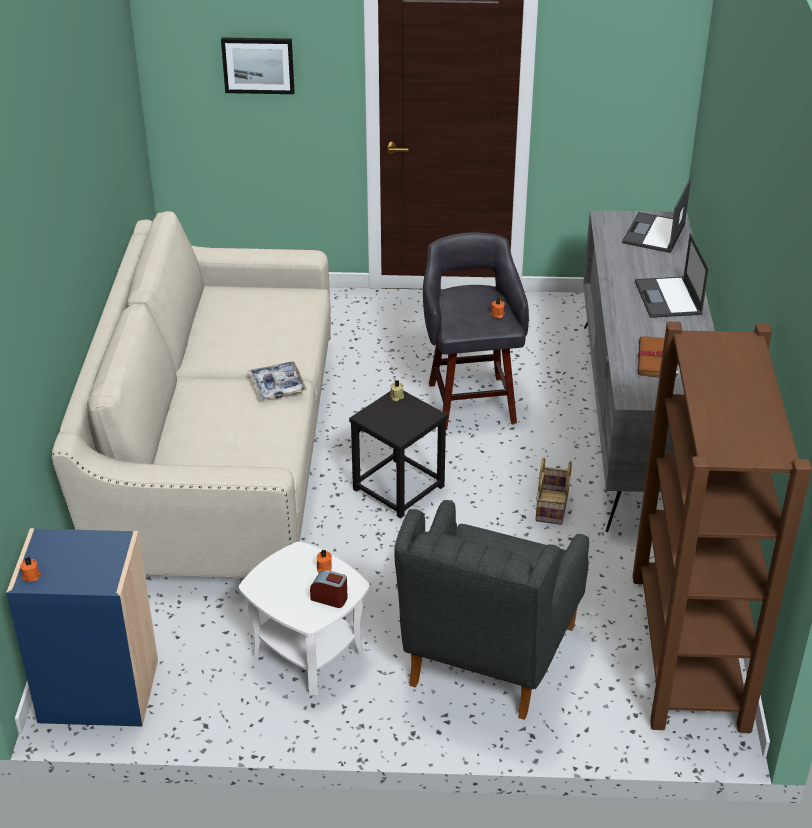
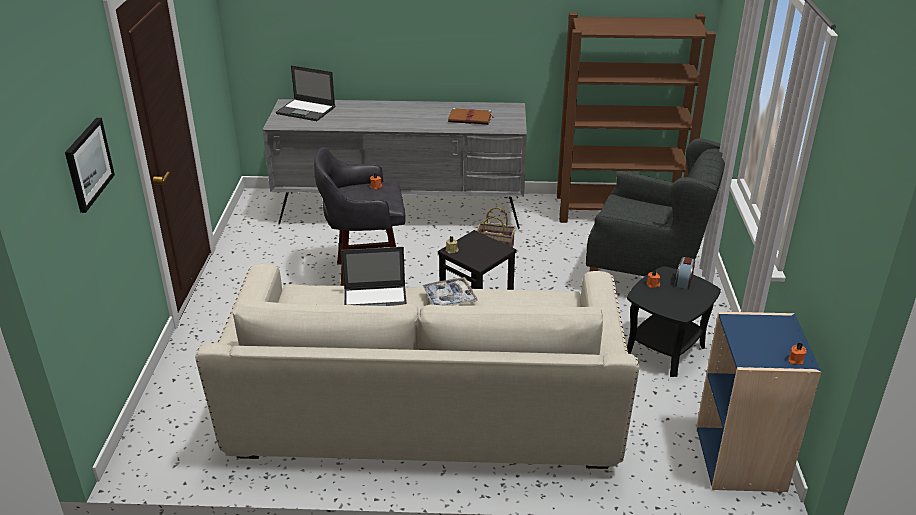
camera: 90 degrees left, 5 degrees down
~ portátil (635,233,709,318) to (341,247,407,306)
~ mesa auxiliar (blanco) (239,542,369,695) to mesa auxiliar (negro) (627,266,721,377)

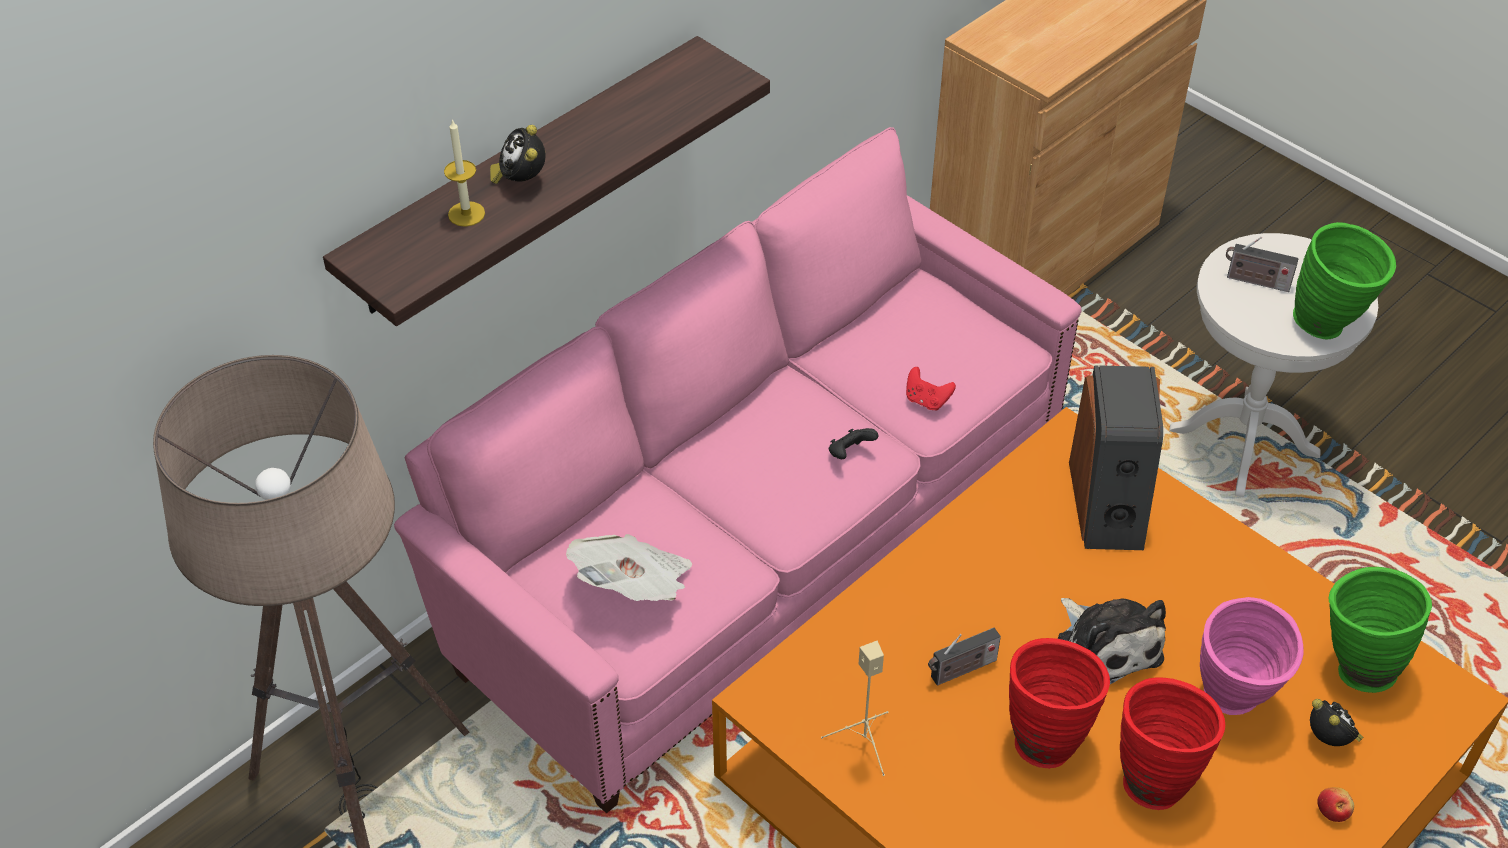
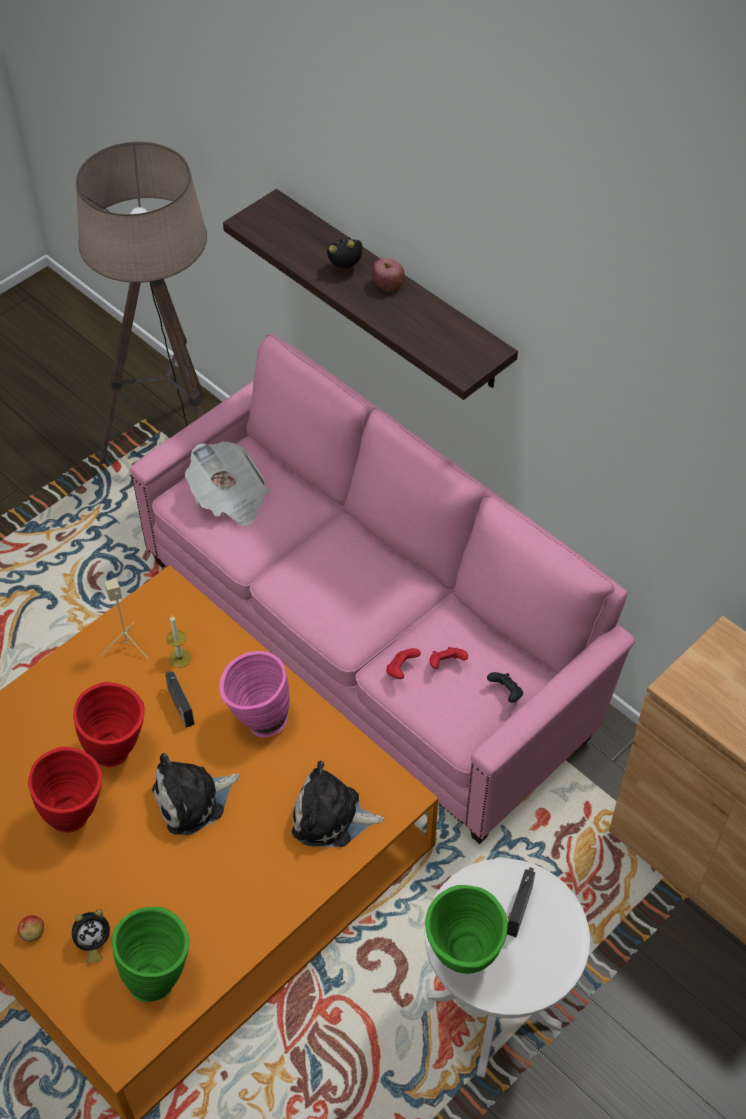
camera: 90 degrees right, 5 degrees up
~ vela (444,119,485,227) to (166,616,191,668)
~ altavoz (1069,365,1163,550) to peluche (292,761,384,847)
~ mando de consola (negro) (829,428,878,459) to (487,672,523,703)
~ florero (rosa) (1200,597,1303,715) to (219,651,290,738)
+ manzana (372,258,405,291)
+ mando de consola (rojo) (430,647,468,669)

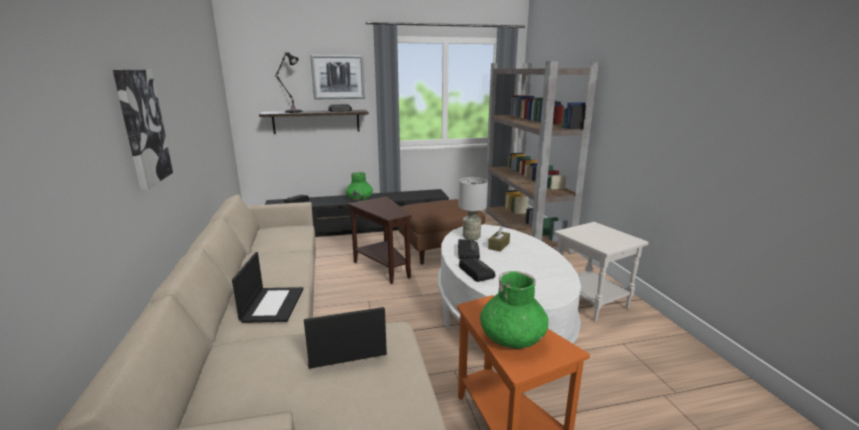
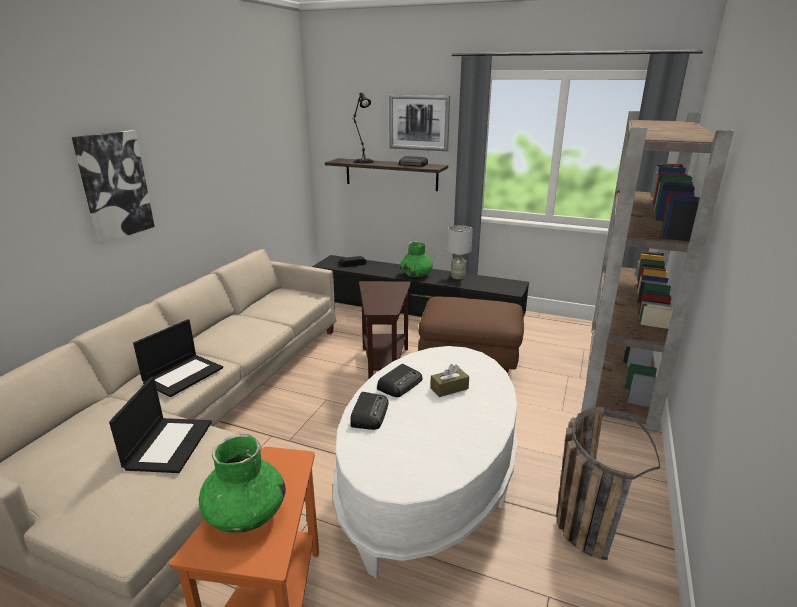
camera: 35 degrees right, 5 degrees up
~ lámpara de mesa (gris) (459,177,488,241) to (447,225,473,279)
~ mesa auxiliar (blanco) (554,222,649,322) to cesta (556,407,660,560)
~ portátil (304,307,387,369) = (109,377,212,473) 75 degrees clockwise

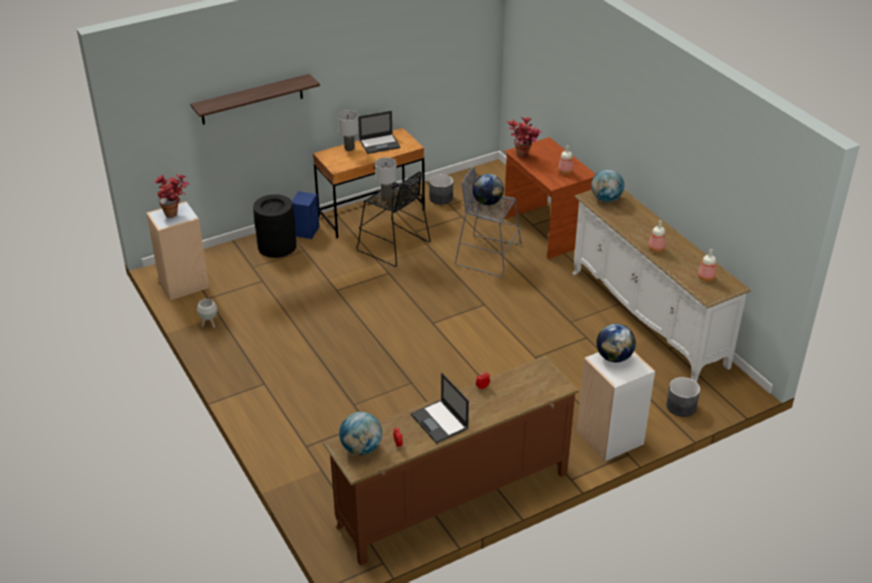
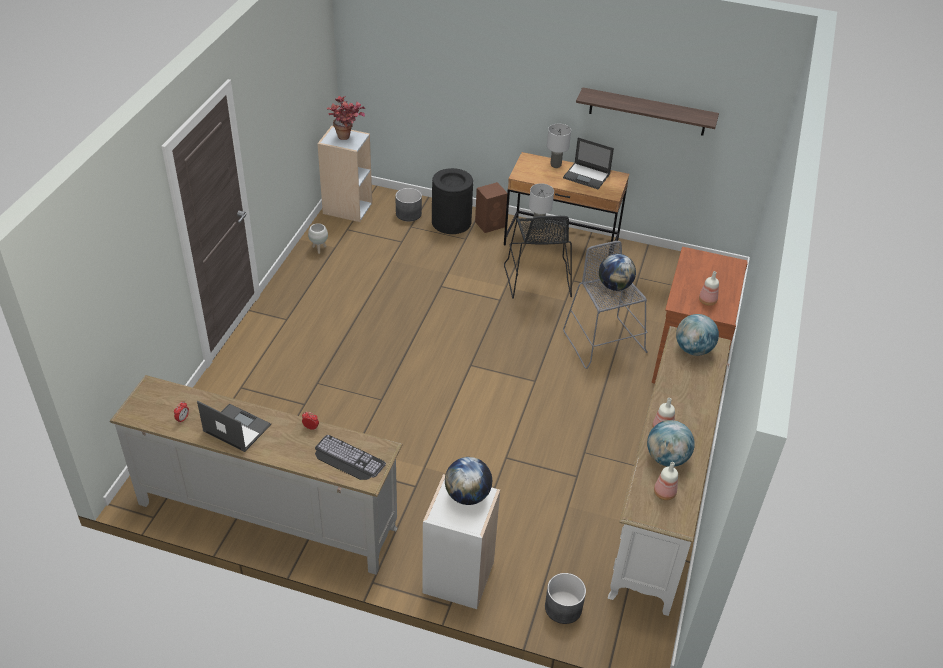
camera: 45 degrees right, 5 degrees up
~ estante (190,74,320,125) to (576,87,719,136)
- planta en maceta (507,117,543,157)
~ maceta (gris) (429,174,453,205) to (395,188,422,221)
~ altavoz (azul) (292,191,319,239) to altavoz (marrón) (475,182,507,233)
~ armario (marrón) (323,356,579,565) to armario (gris) (110,375,403,575)
~ portátil (411,373,469,444) = (197,401,271,452) 105 degrees clockwise
~ globo terráqueo (339,412,382,455) to (647,420,695,467)
+ teclado (315,435,386,480)

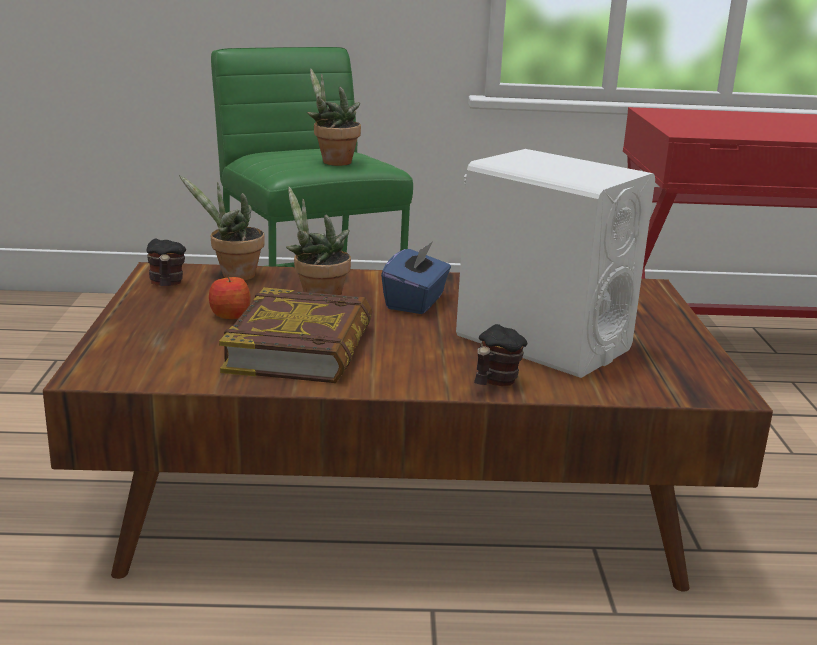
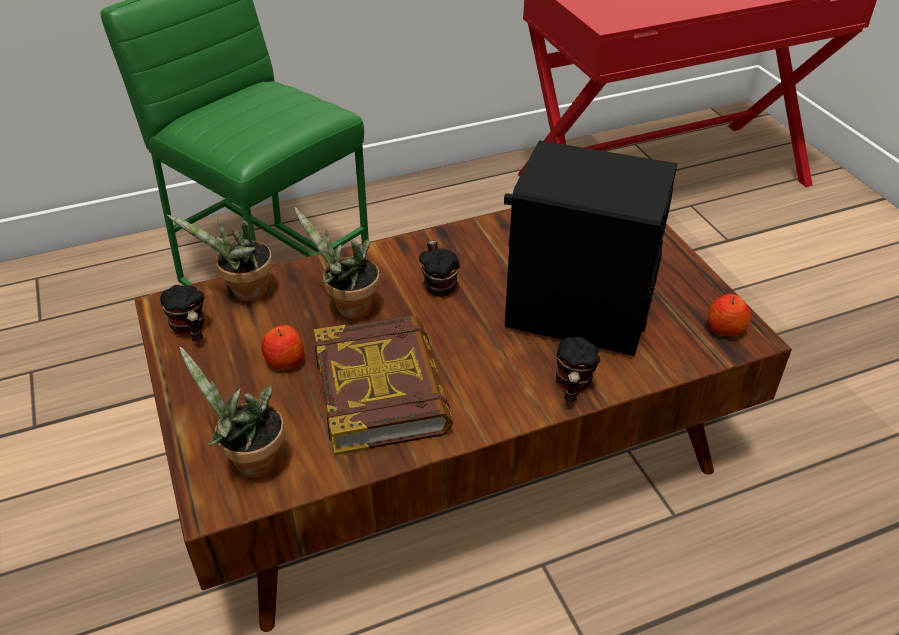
camera: 20 degrees left, 20 degrees up
~ planta en maceta (307,68,361,166) to (180,347,285,478)
~ altavoz (blanco) (456,149,655,378) to altavoz (negro) (504,140,677,356)
~ caja de pañuelos (azul) (381,241,451,314) to taza grande (419,241,459,297)
+ manzana (708,294,751,336)

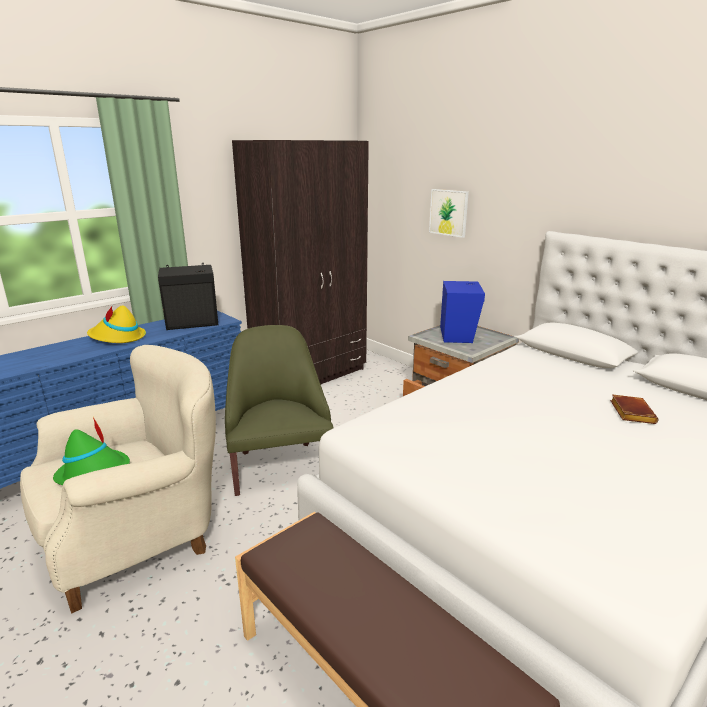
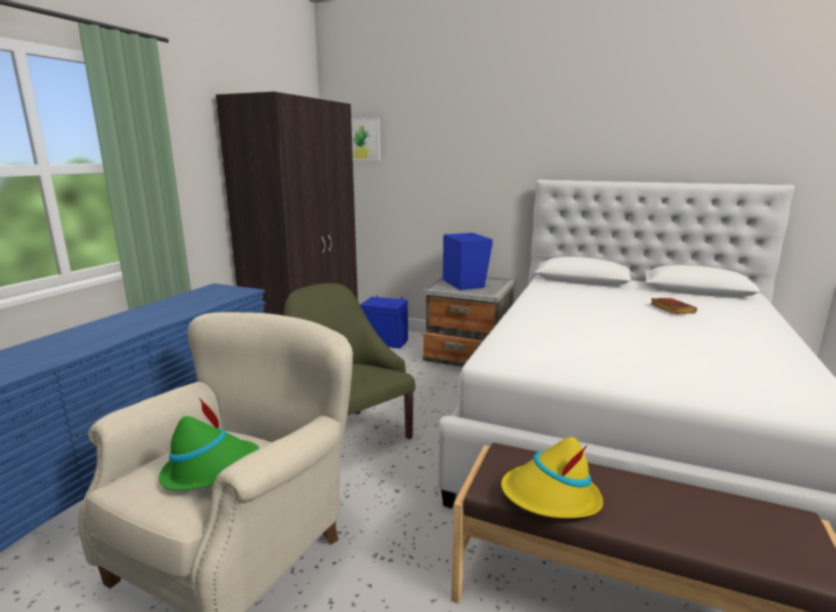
camera: 25 degrees left, 5 degrees down
~ cuadro (429,189,469,238) to (351,118,380,160)
- altavoz (negro) (158,263,218,330)
~ sombrero (amarillo) (87,305,146,343) to (501,437,603,518)
+ altavoz (azul) (360,295,408,349)

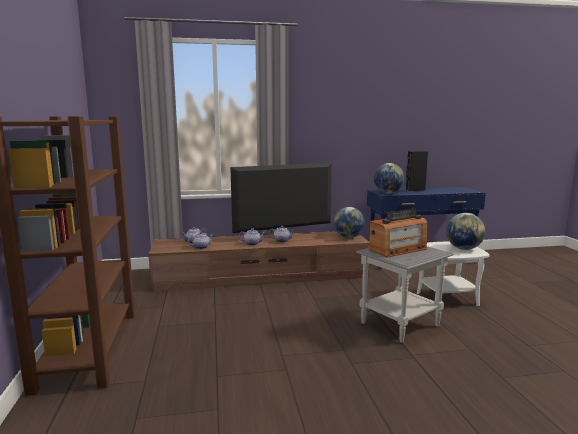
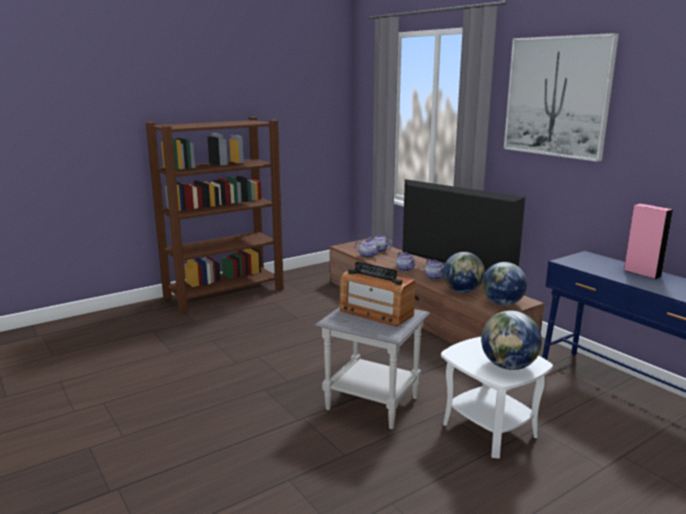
camera: 65 degrees right, 5 degrees up
~ altavoz (negro) (405,151,428,191) to altavoz (rosa) (623,204,673,279)
~ globo terráqueo (374,163,404,193) to (443,252,485,293)
+ cuadro (504,33,619,162)

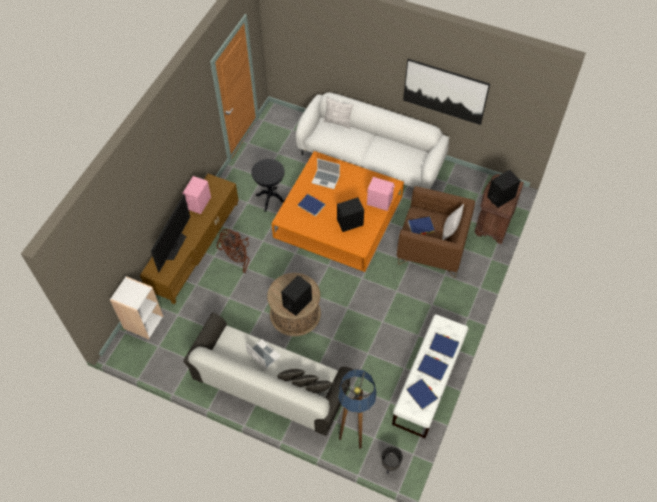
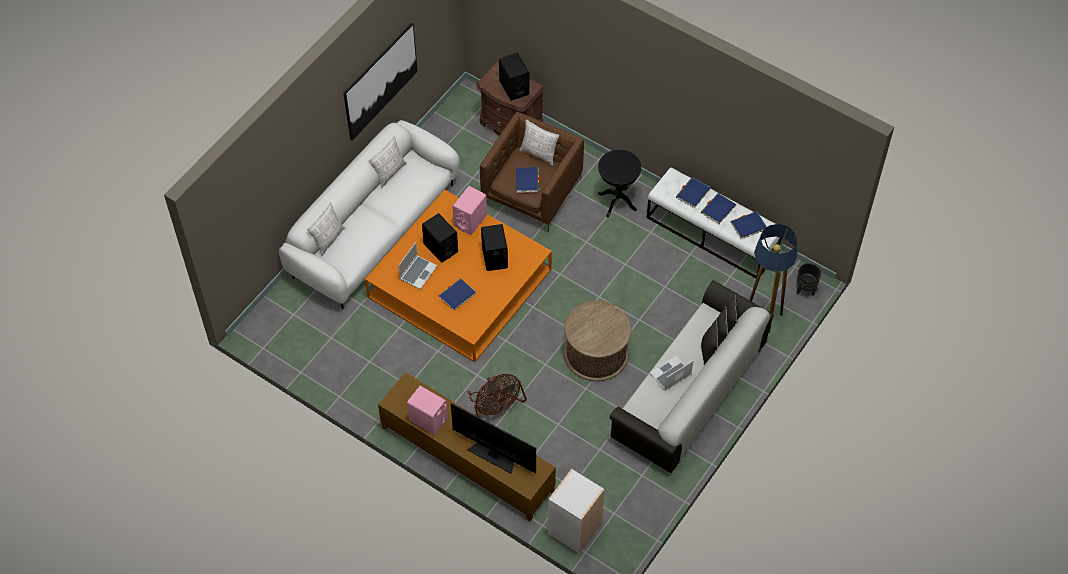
camera: 80 degrees left, 0 degrees up
~ mesa auxiliar (negro) (251,159,285,212) to (598,150,641,217)
~ altavoz (negro) (281,275,312,316) to (422,213,458,263)
+ cojín (369,136,407,189)

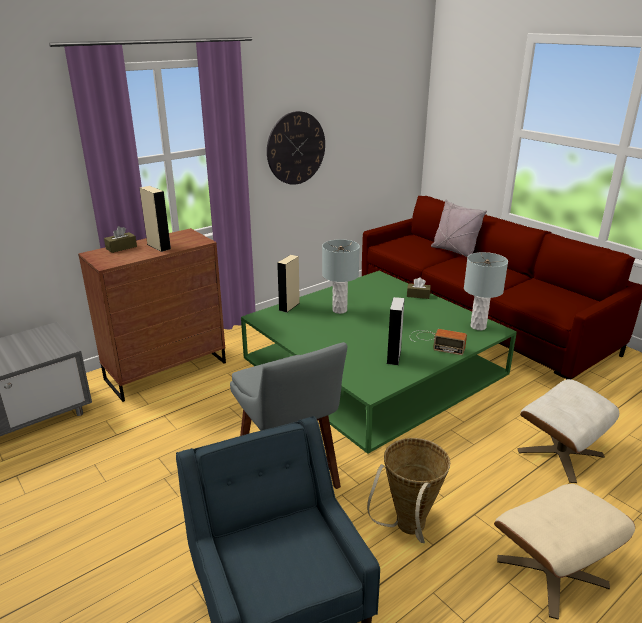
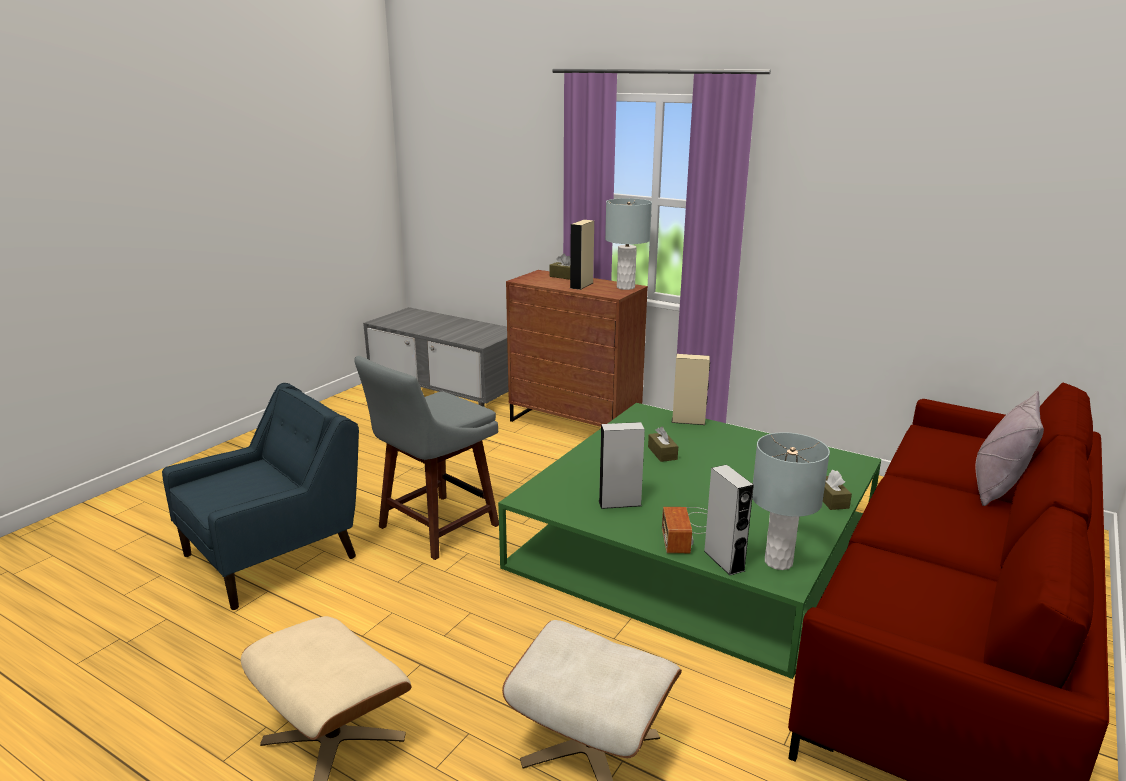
camera: 70 degrees right, 5 degrees down
- reloj de pared (267,111,325,185)
~ lámpara de mesa (gris) (322,239,360,314) to (605,198,652,290)
- cesta (367,438,450,543)
+ caja de pañuelos (marrón) (648,427,678,462)
+ altavoz (gris) (704,465,754,575)

